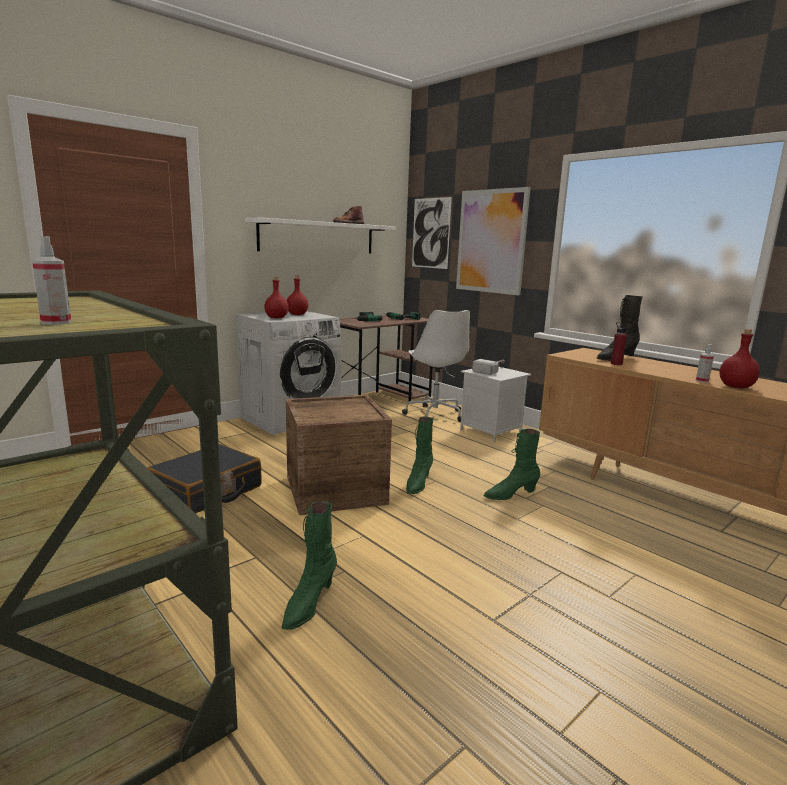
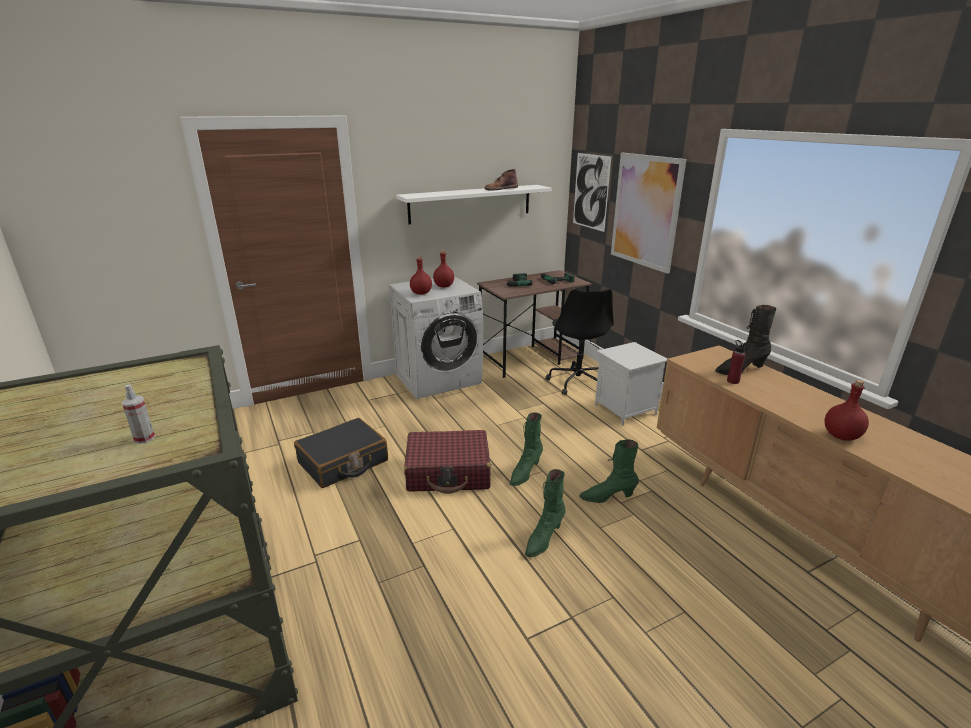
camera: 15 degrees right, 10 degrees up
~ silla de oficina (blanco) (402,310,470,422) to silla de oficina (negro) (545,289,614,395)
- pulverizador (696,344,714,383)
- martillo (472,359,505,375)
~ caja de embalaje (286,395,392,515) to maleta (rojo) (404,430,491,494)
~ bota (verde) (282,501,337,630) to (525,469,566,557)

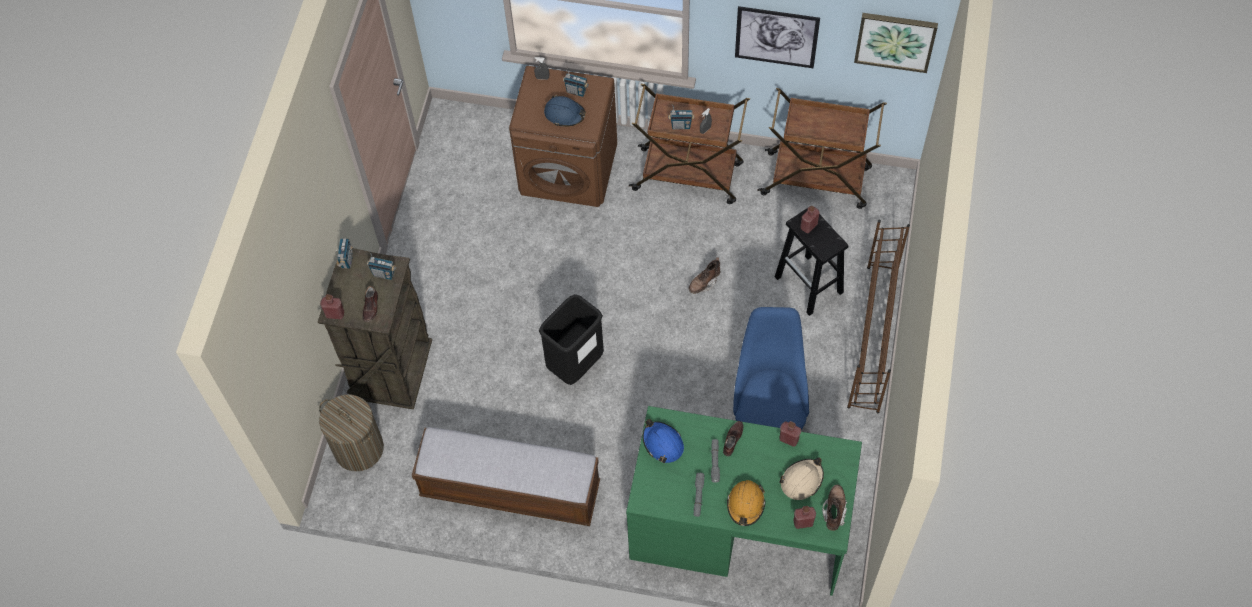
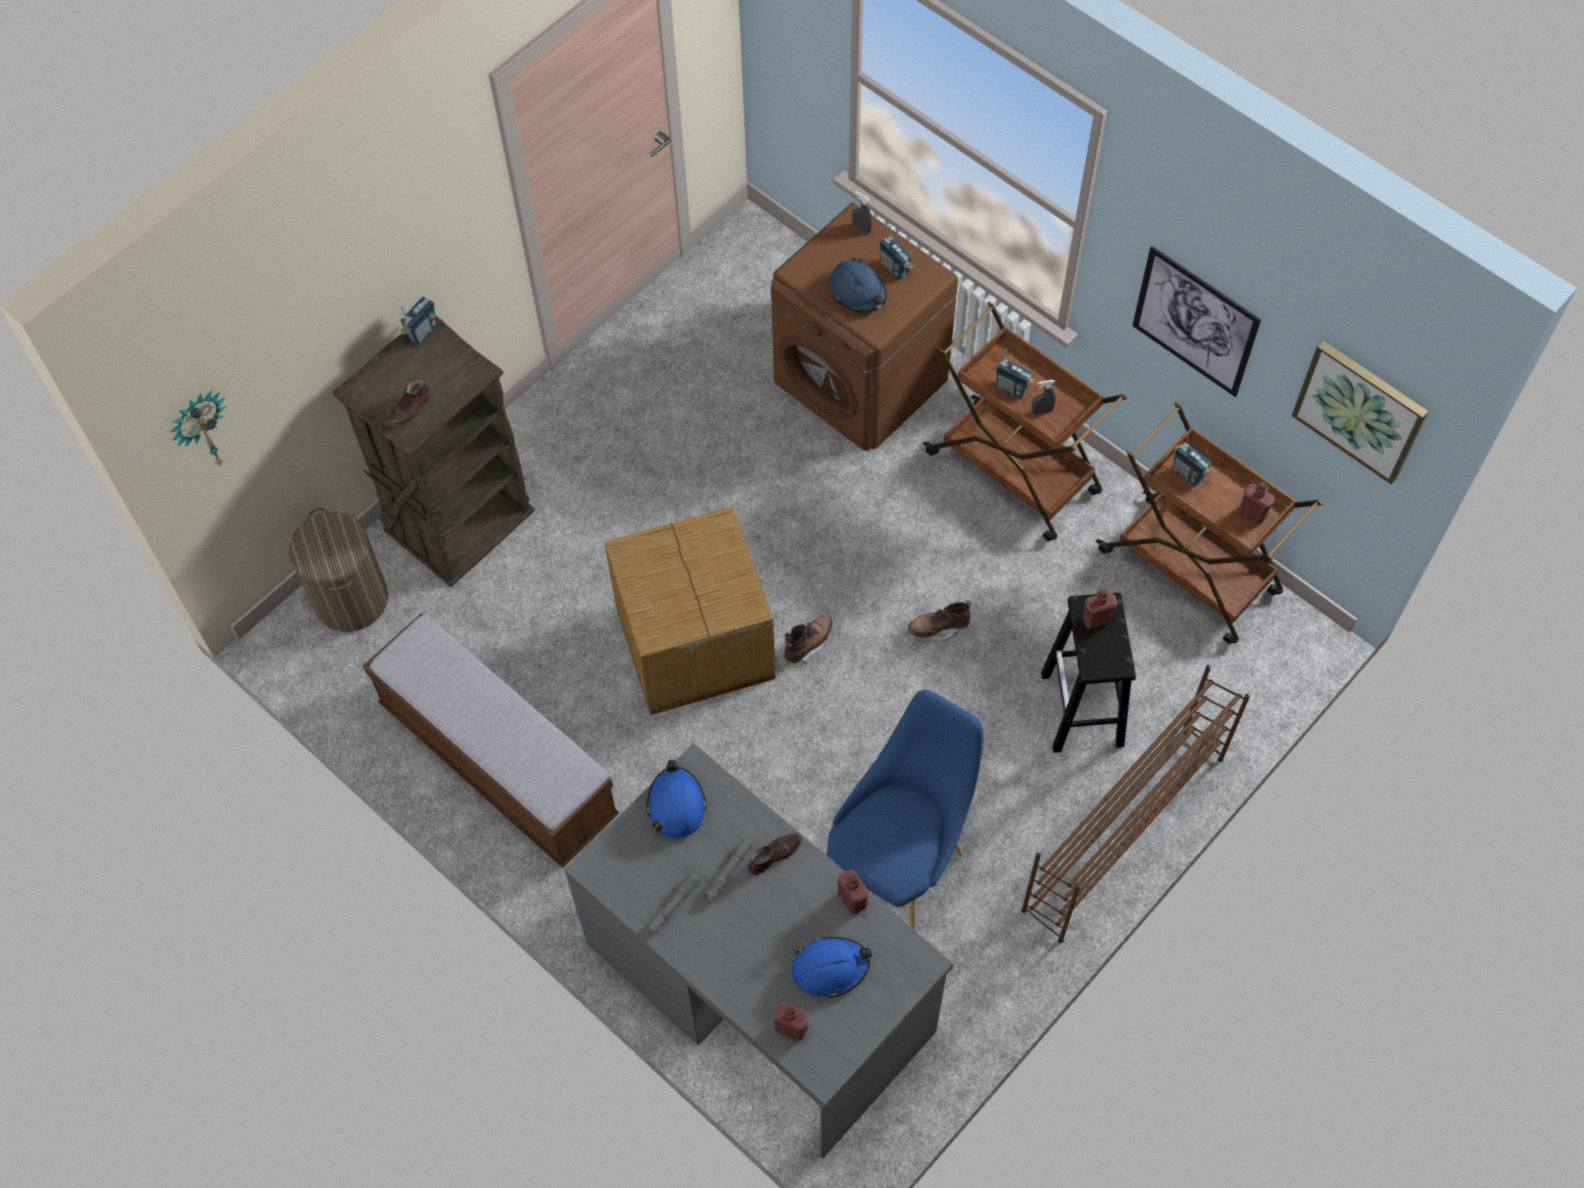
camera: 30 degrees right, 0 degrees up
~ radio (367,251,397,280) to (1173,433,1212,486)
~ botella (rojo) (320,294,344,319) to (1239,482,1274,525)
~ papelera (negro) (539,294,604,385) to caja de cartón (604,506,776,715)
~ escritorio (verde) (626,406,862,596) to escritorio (gris) (564,743,953,1159)
~ casco (beis) (779,457,824,500) to casco (azul) (792,937,872,998)
- casco (naranja) (727,480,765,526)
~ bota (marrón) (822,485,847,531) to (784,614,832,665)
+ reloj de pared (171,390,226,466)

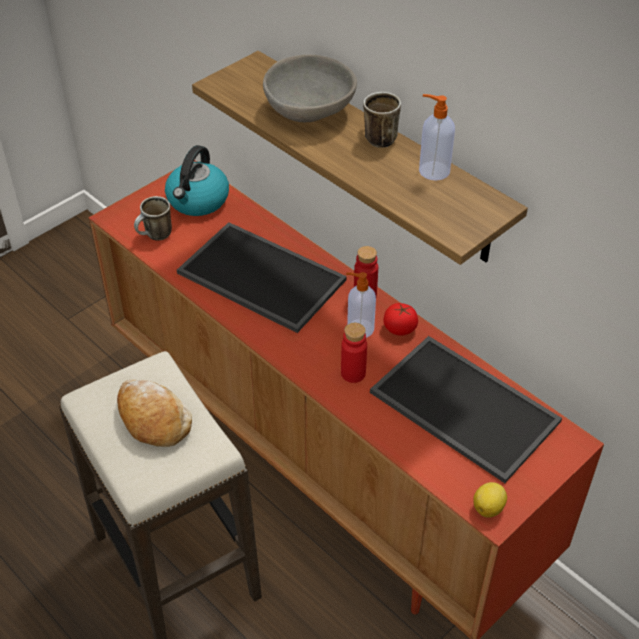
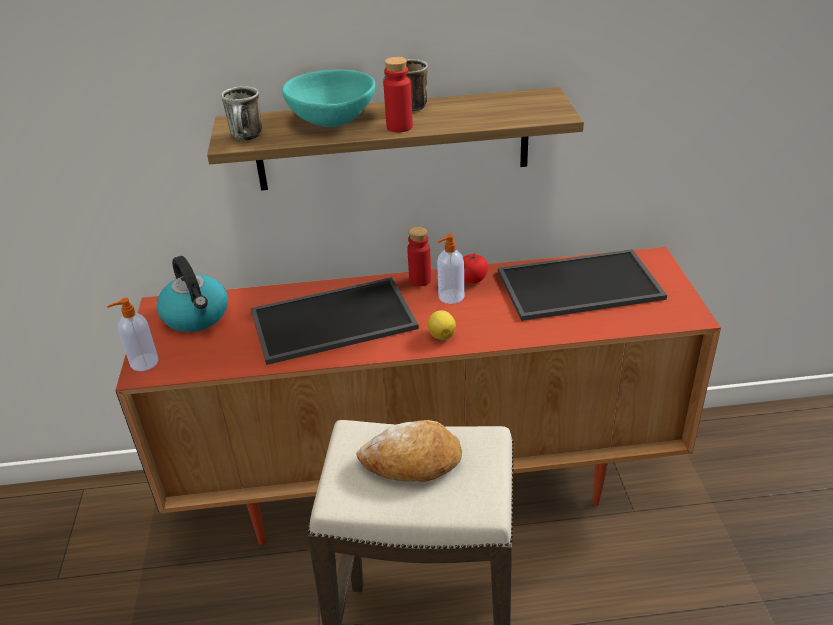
camera: 50 degrees left, 10 degrees down
~ cuenco (gris) (263,55,357,122) to cuenco (turquesa) (282,70,375,127)
~ dispensador de jabón (419,94,455,181) to (107,298,159,371)
~ taza grande (134,196,172,241) to (221,86,262,141)
~ botella (rojo) (341,323,367,383) to (383,57,413,132)
~ limón (473,482,507,518) to (428,310,456,340)

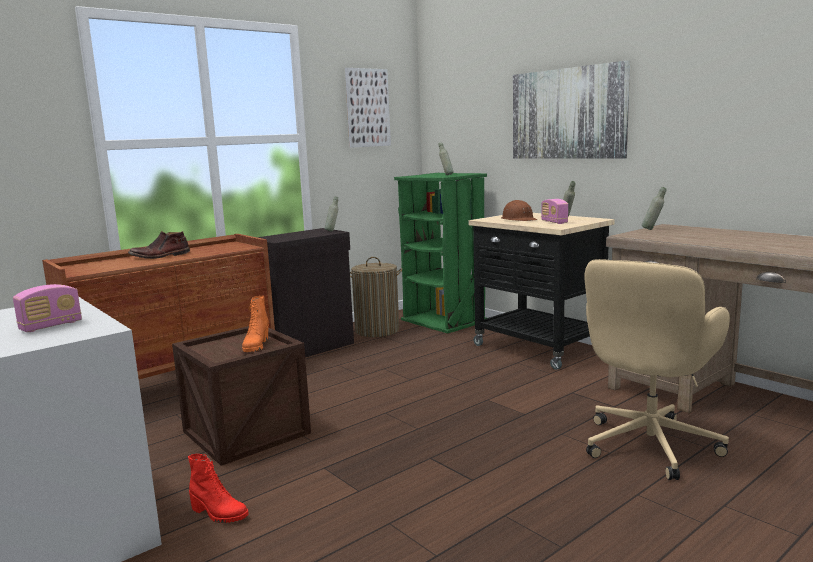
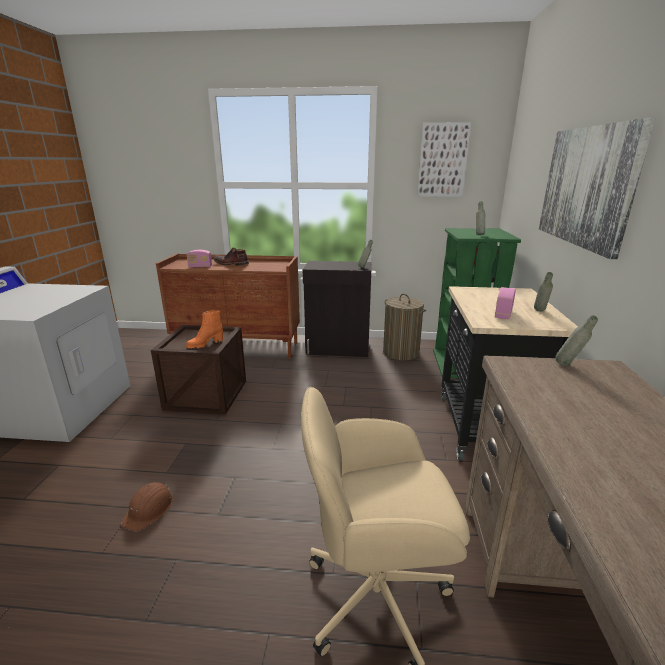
camera: 45 degrees right, 10 degrees up
~ casco (marrón) (501,200,538,221) to (121,482,173,532)
~ radio (13,284,82,332) to (187,250,212,267)
- bota (rojo) (188,454,249,523)

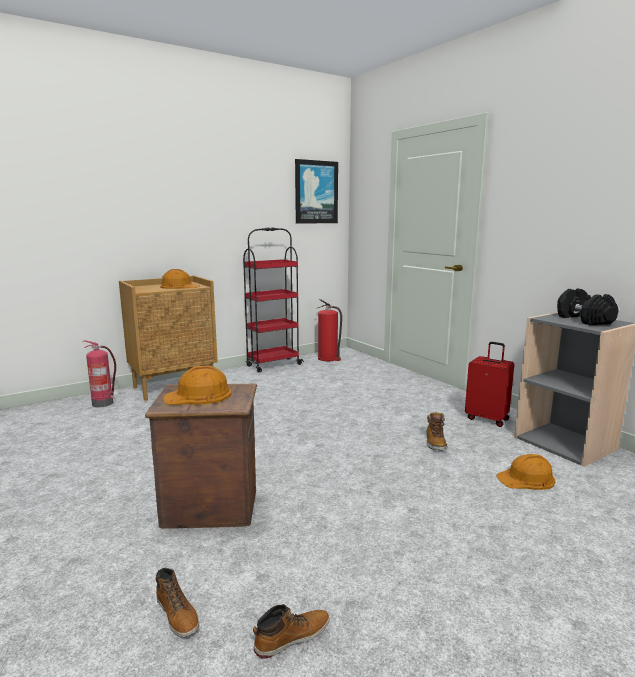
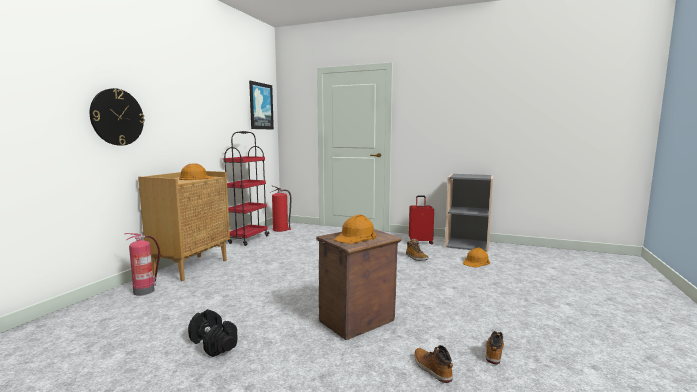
camera: 35 degrees left, 5 degrees down
~ mancuerna (negro) (557,288,618,325) to (188,309,238,357)
~ bota (156,568,199,637) = (414,345,453,383) 135 degrees counterclockwise
+ reloj de pared (90,88,145,146)

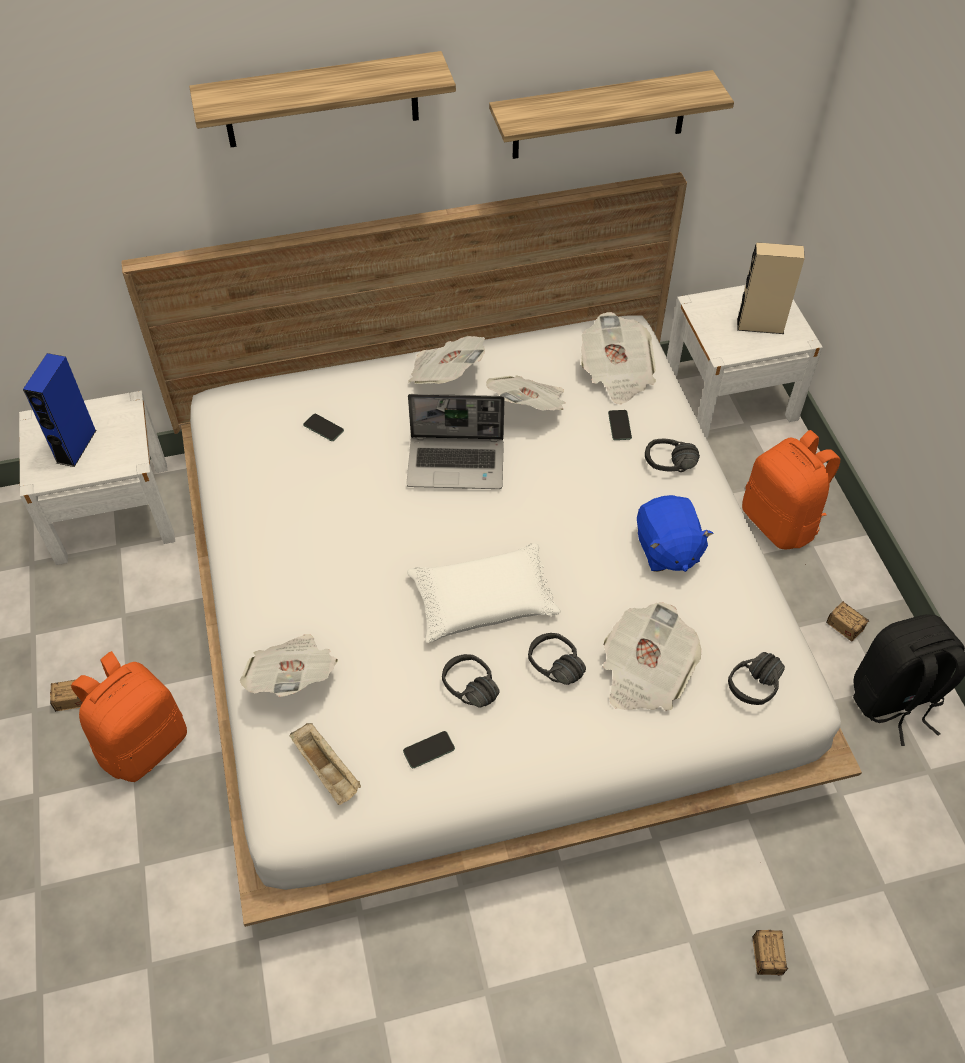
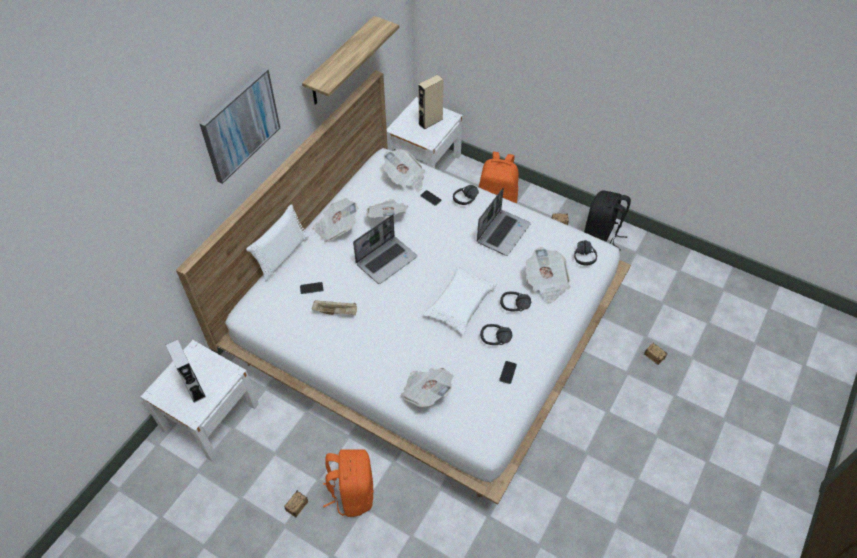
camera: 45 degrees left, 0 degrees up
~ estante (189,51,456,147) to cuadro (199,67,280,184)
~ altavoz (azul) (23,353,97,467) to altavoz (gris) (166,339,206,403)
~ peluche (azul) (637,495,713,572) to portátil (477,188,531,256)
~ bandeja (beis) (290,723,361,805) to (312,300,357,315)
+ cojín (blanco) (246,204,308,281)

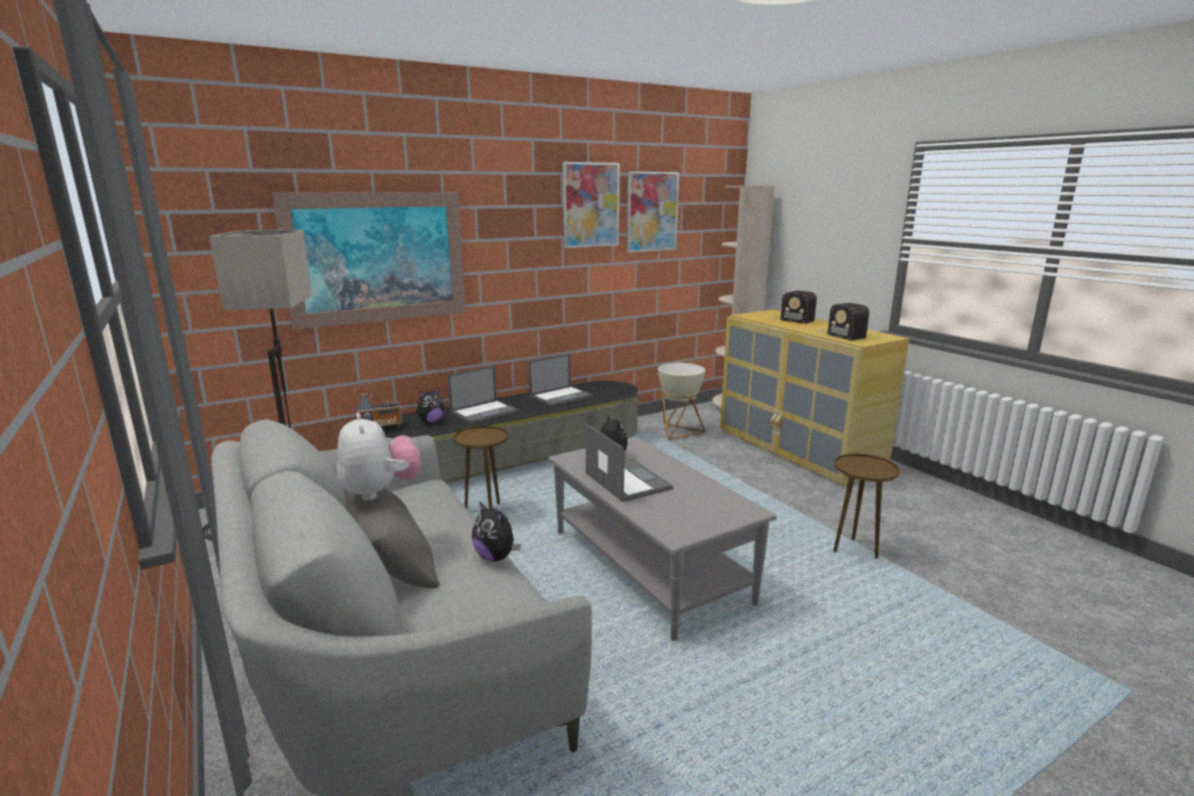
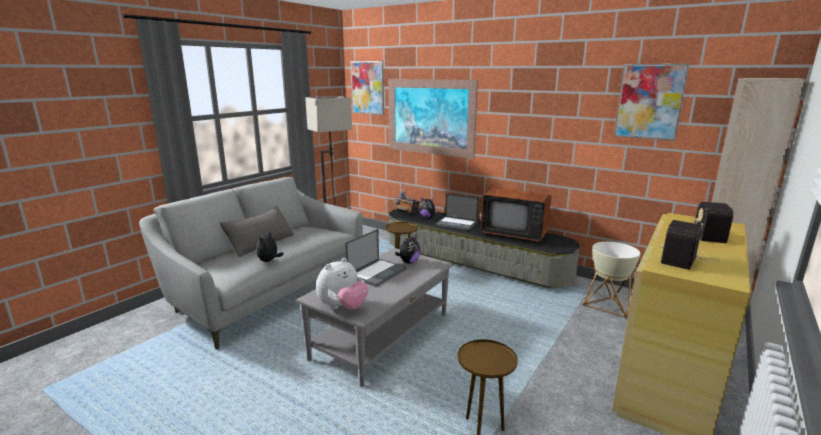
camera: 65 degrees right, 0 degrees up
~ cuadro (562,162,620,248) to (351,61,384,115)
~ portátil (529,354,593,407) to televisor (481,170,551,243)
~ peluche (337,413,421,501) to (316,258,368,309)

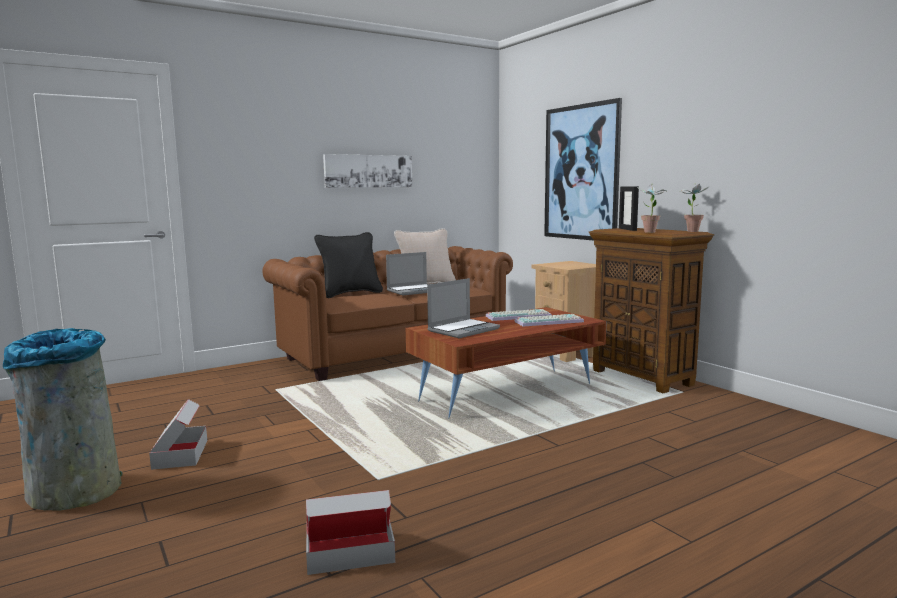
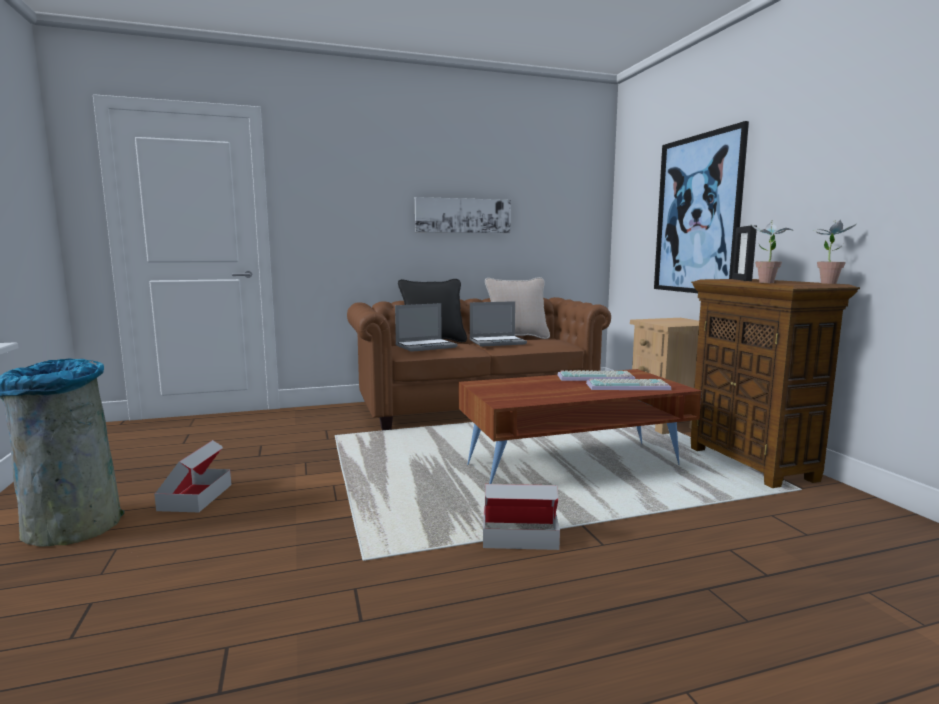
camera: 15 degrees right, 0 degrees up
~ portátil (427,278,500,338) to (395,303,458,352)
~ caja de cartón (306,490,395,575) to (483,484,560,550)

